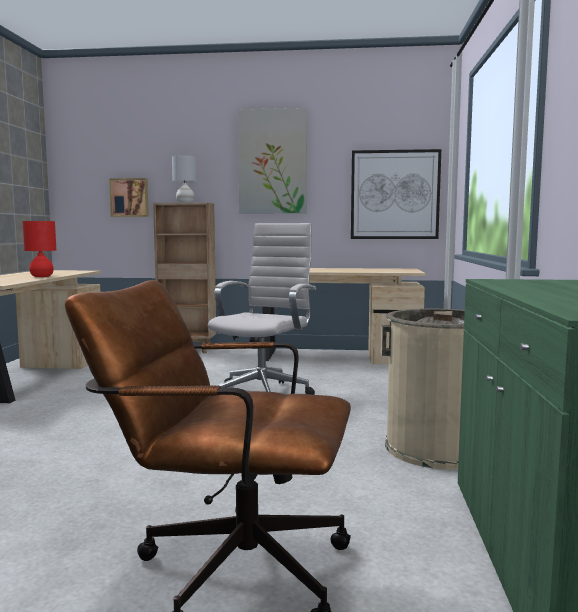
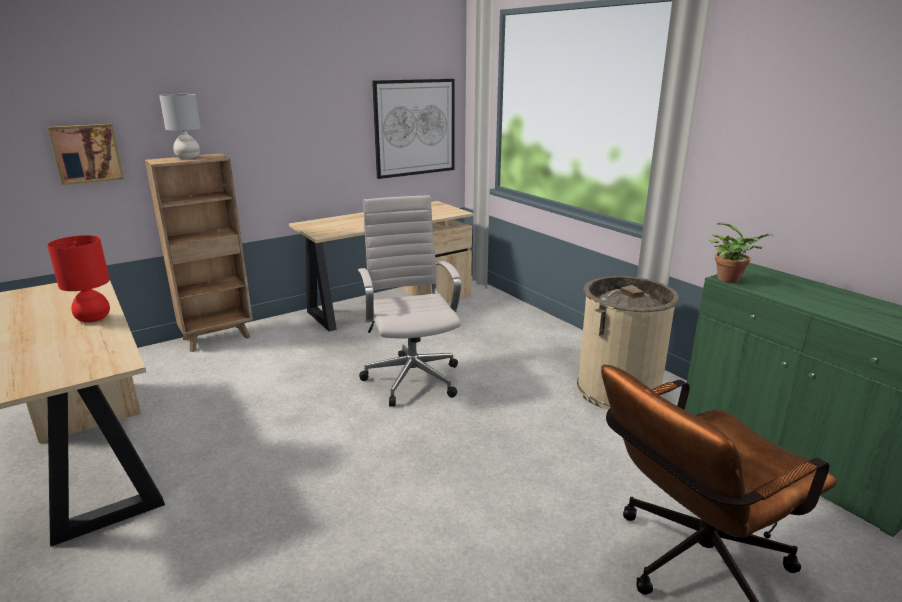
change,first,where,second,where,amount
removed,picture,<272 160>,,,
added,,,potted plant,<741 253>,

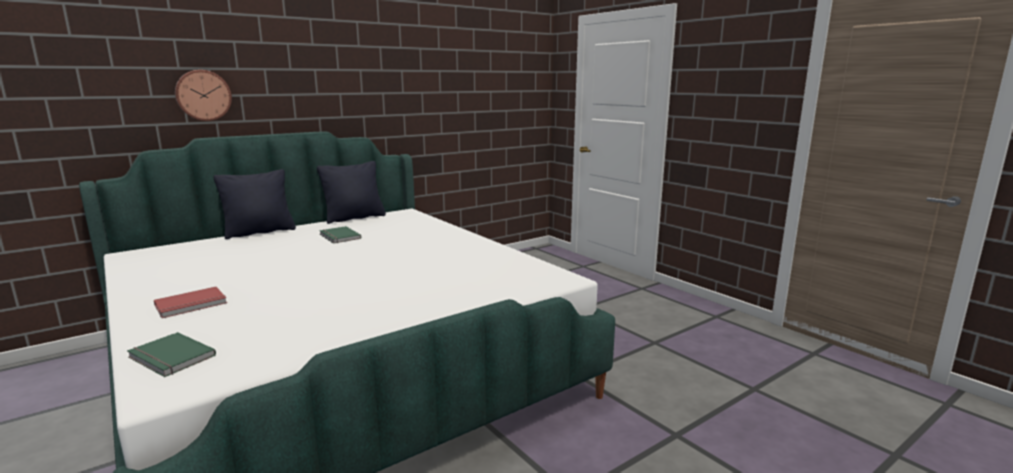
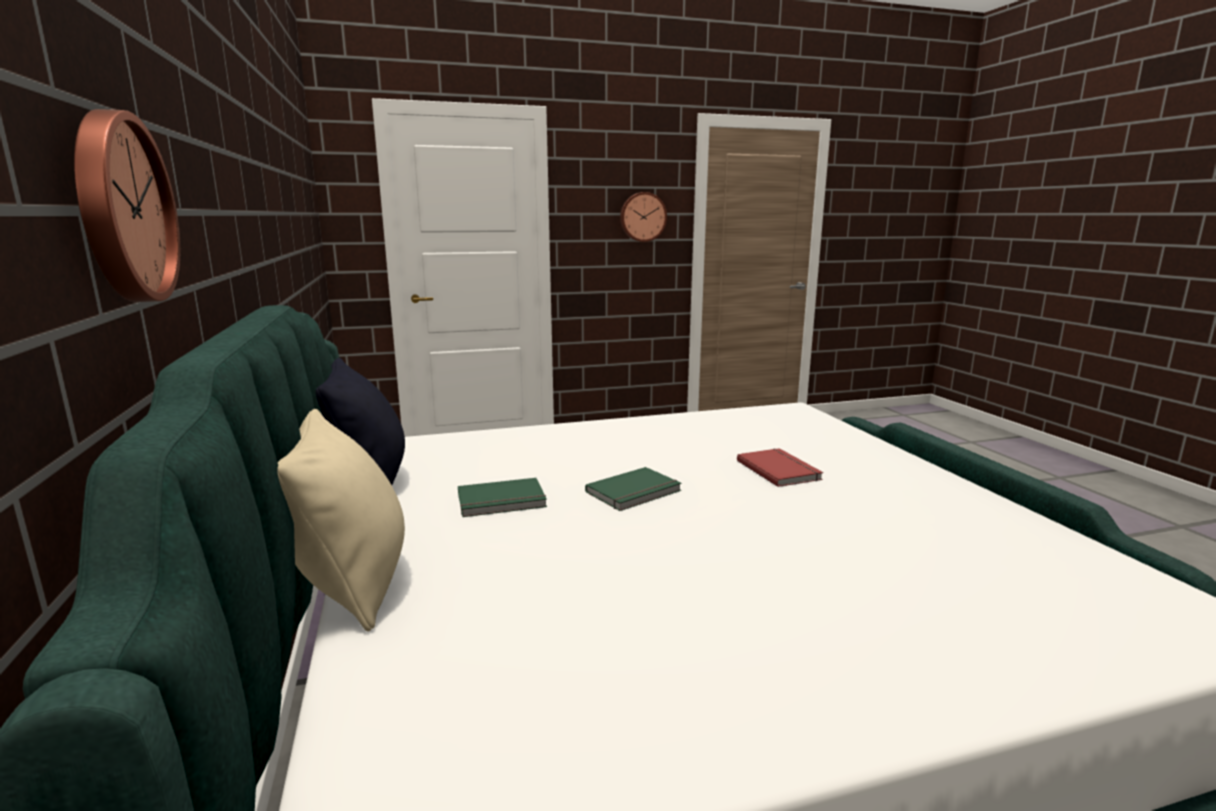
change,first,where,second,where,amount
moved,green-coloured book,<171 354>,,<633 489>,
moved,reddish book,<190 302>,,<780 467>,
recoloured,black pillow,<254 204>,beige pillow,<341 520>,
added,,,wall clock,<643 217>,

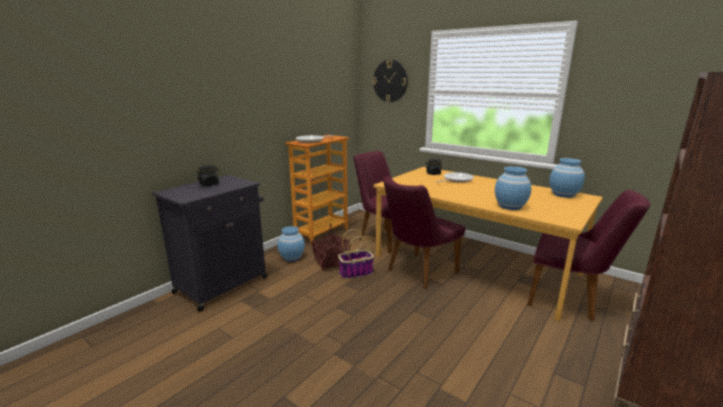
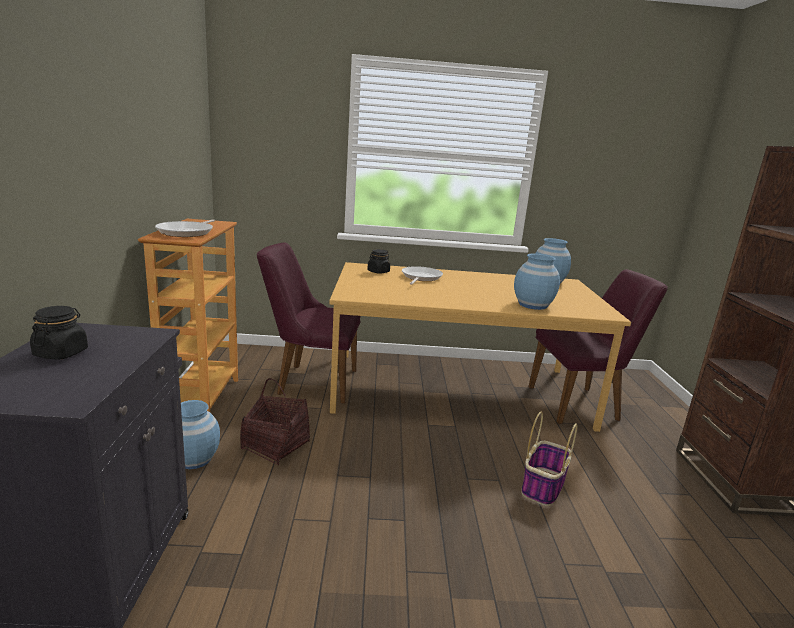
change,first,where,second,where,amount
moved,basket,<356 254>,,<549 459>,
removed,wall clock,<390 81>,,,
removed,purplish upright chair,<425 232>,,,

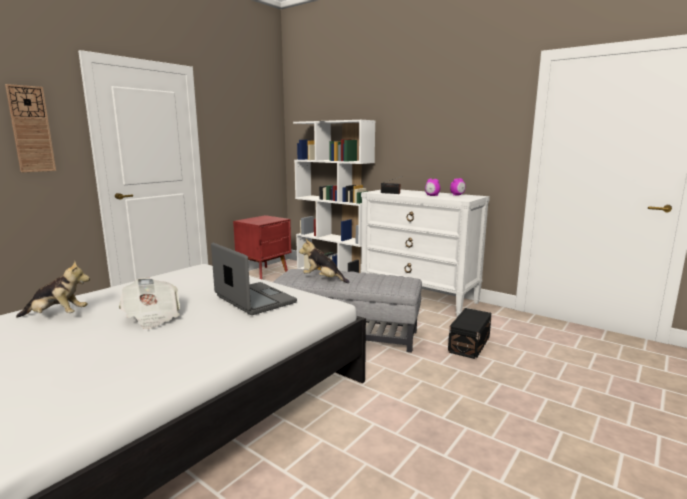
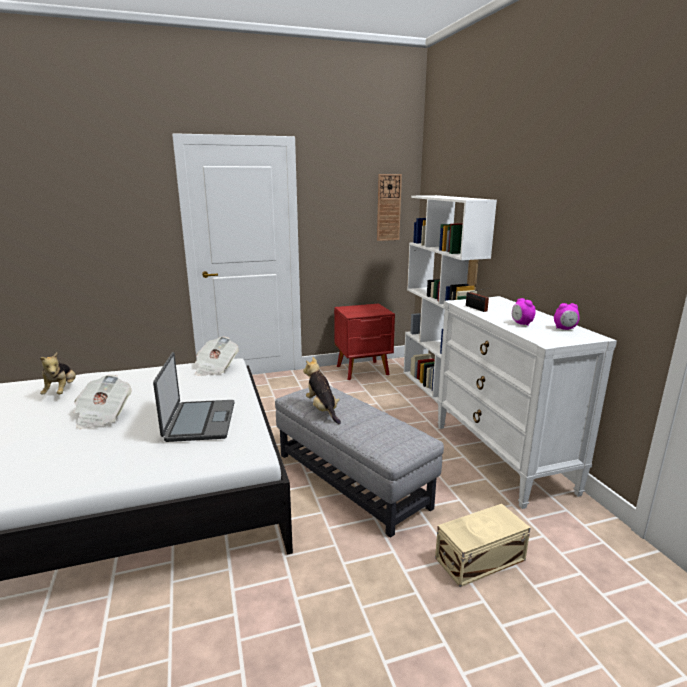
change,first,where,second,where,amount
moved,wall clock,<30 128>,,<389 207>,
turned,cuddly toy,<53 289>,,<58 373>,45 degrees clockwise
recoloured,black storage bin,<470 333>,beige storage bin,<482 545>,
added,,,daily paper,<217 356>,

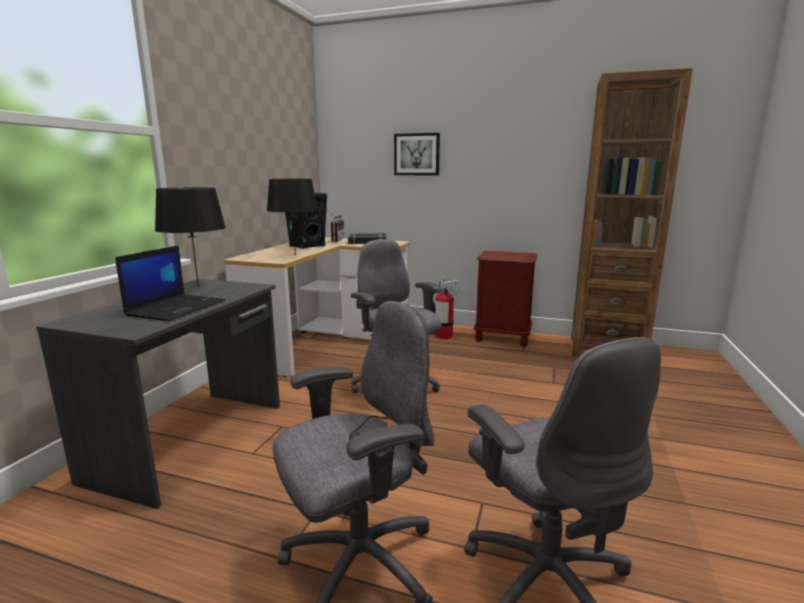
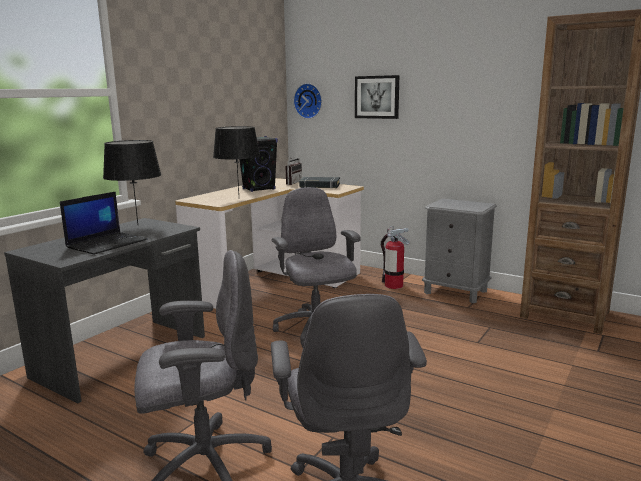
change,first,where,second,where,amount
recoloured,brown-coloured night table,<506 299>,gray night table,<459 251>,
added,,,wall clock,<307 101>,

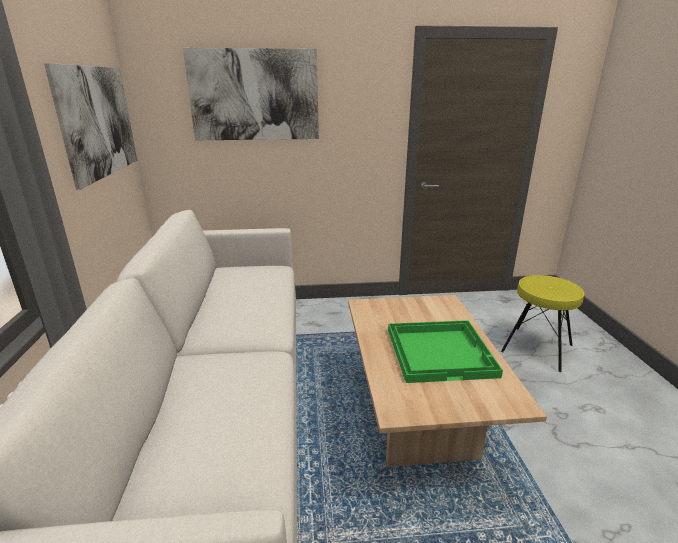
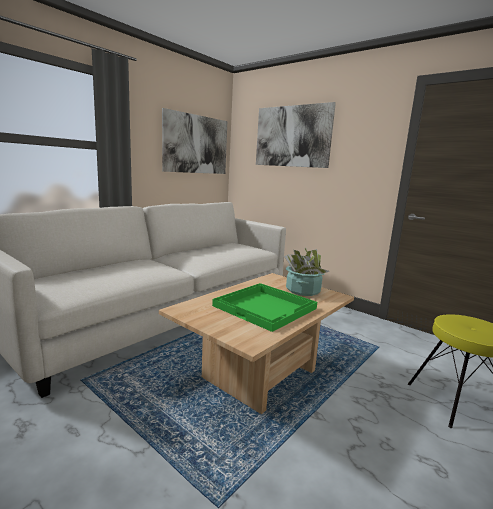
change,first,where,second,where,amount
added,,,potted plant,<306 271>,

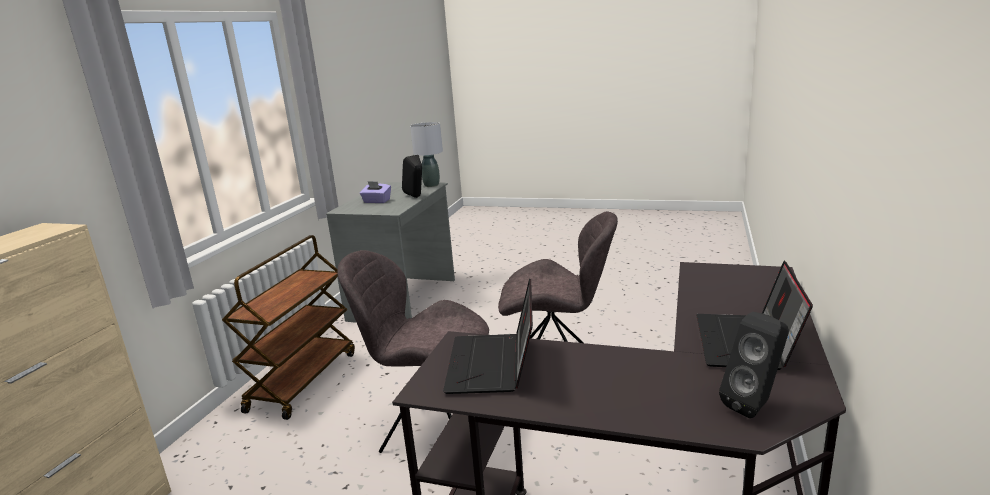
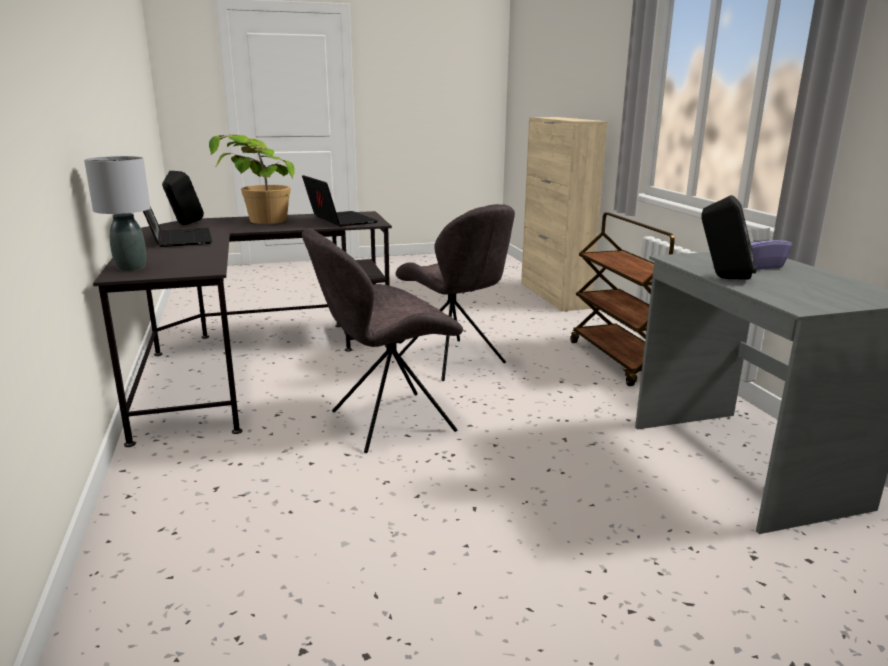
change,first,where,second,where,amount
turned,gray upright chair,<413 351>,,<455 292>,75 degrees clockwise
moved,gray tabletop lamp,<426 154>,,<117 213>,
added,,,potted plant,<251 179>,

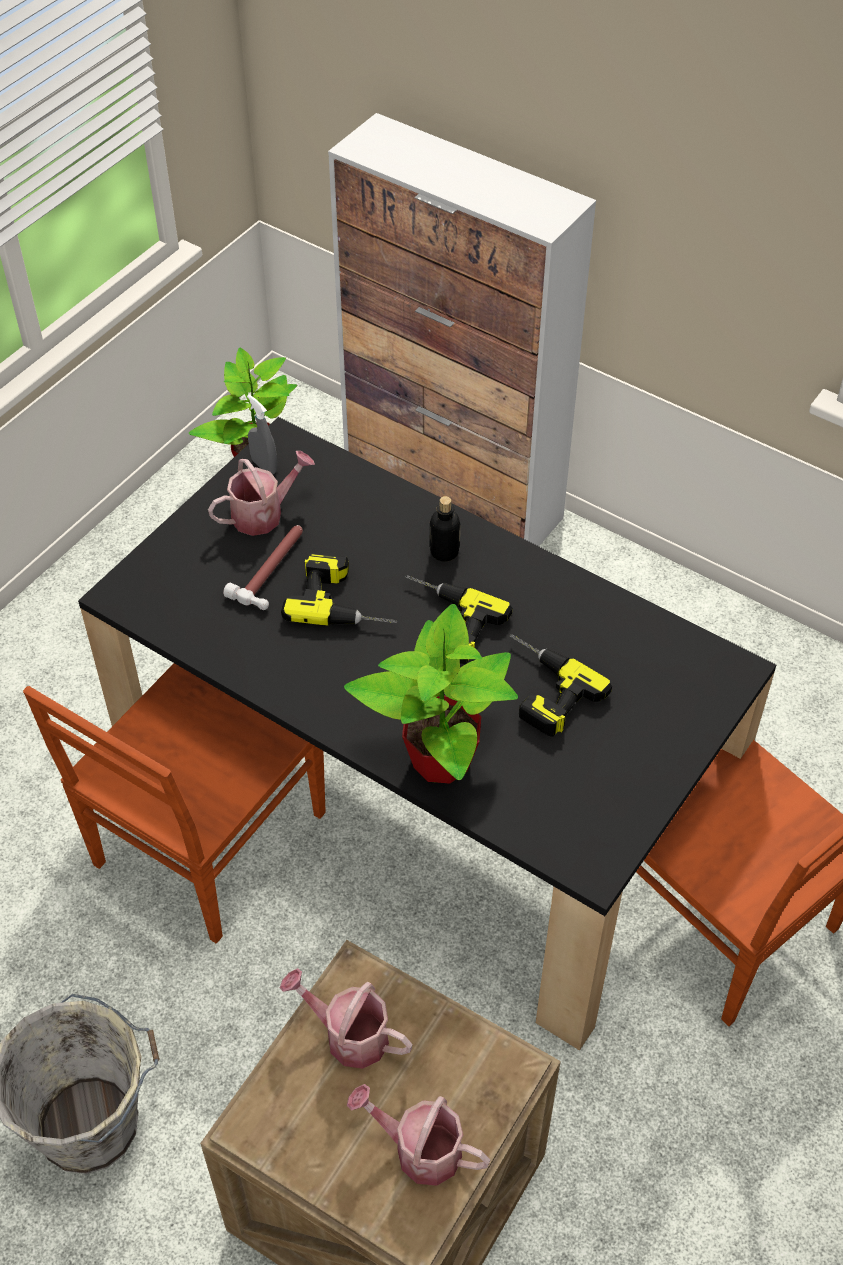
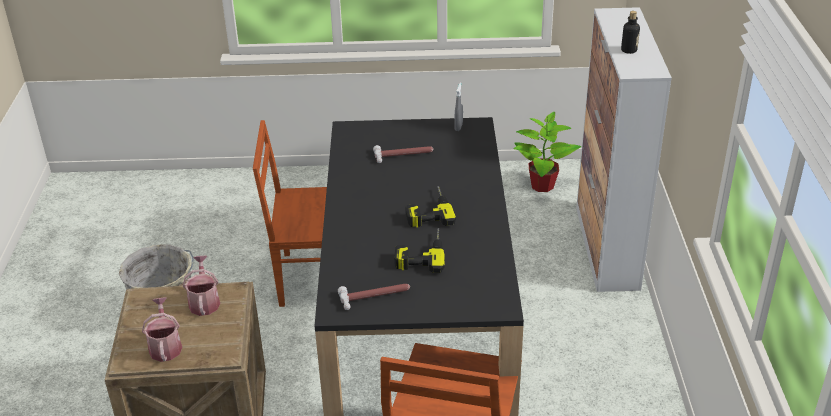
change,first,where,second,where,amount
removed,watering pot,<261 493>,,,
removed,power drill,<339 589>,,,
removed,potted plant,<431 694>,,,
moved,beverage bottle,<445 529>,,<630 32>,
added,,,hand hammer,<374 297>,

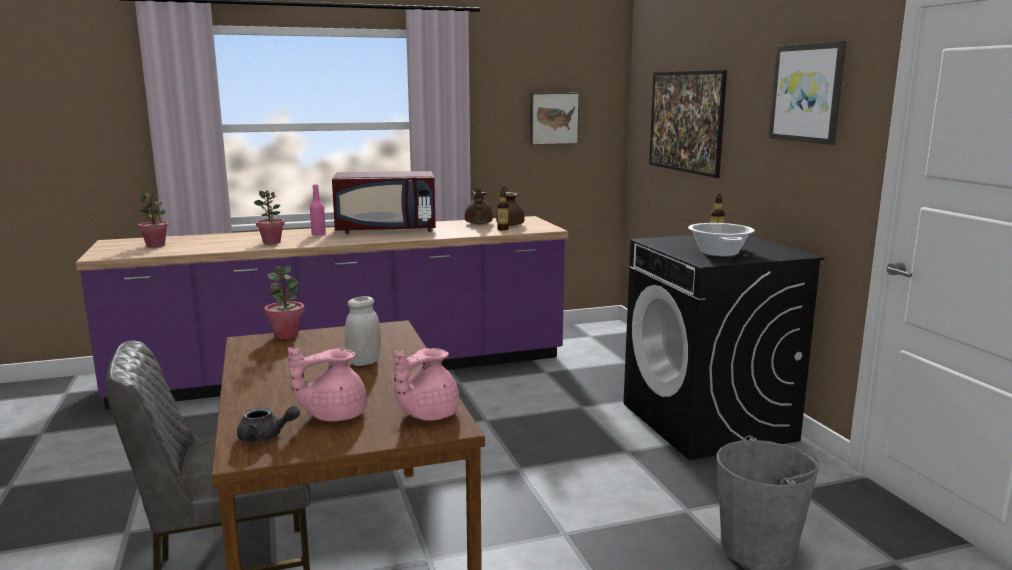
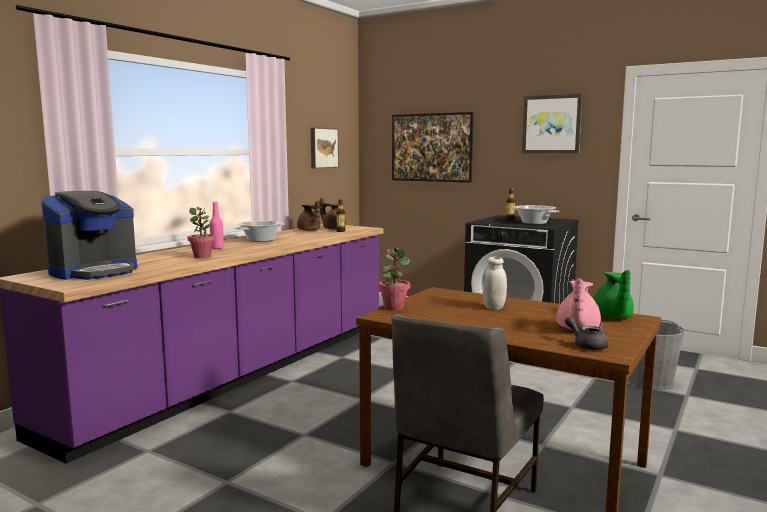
change,first,where,second,where,amount
replaced,potted plant,<153 220>,coffee machine,<89 235>,
turned,gray pot for tea,<268 424>,,<586 333>,90 degrees counterclockwise
replaced,reddish microwave,<384 202>,saucepot,<260 231>,
recoloured,pinkish pot for tea,<426 384>,green-coloured pot for tea,<613 294>,

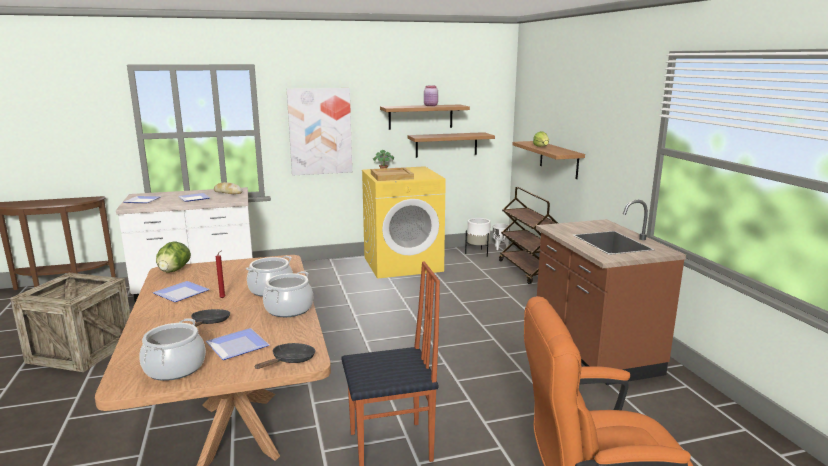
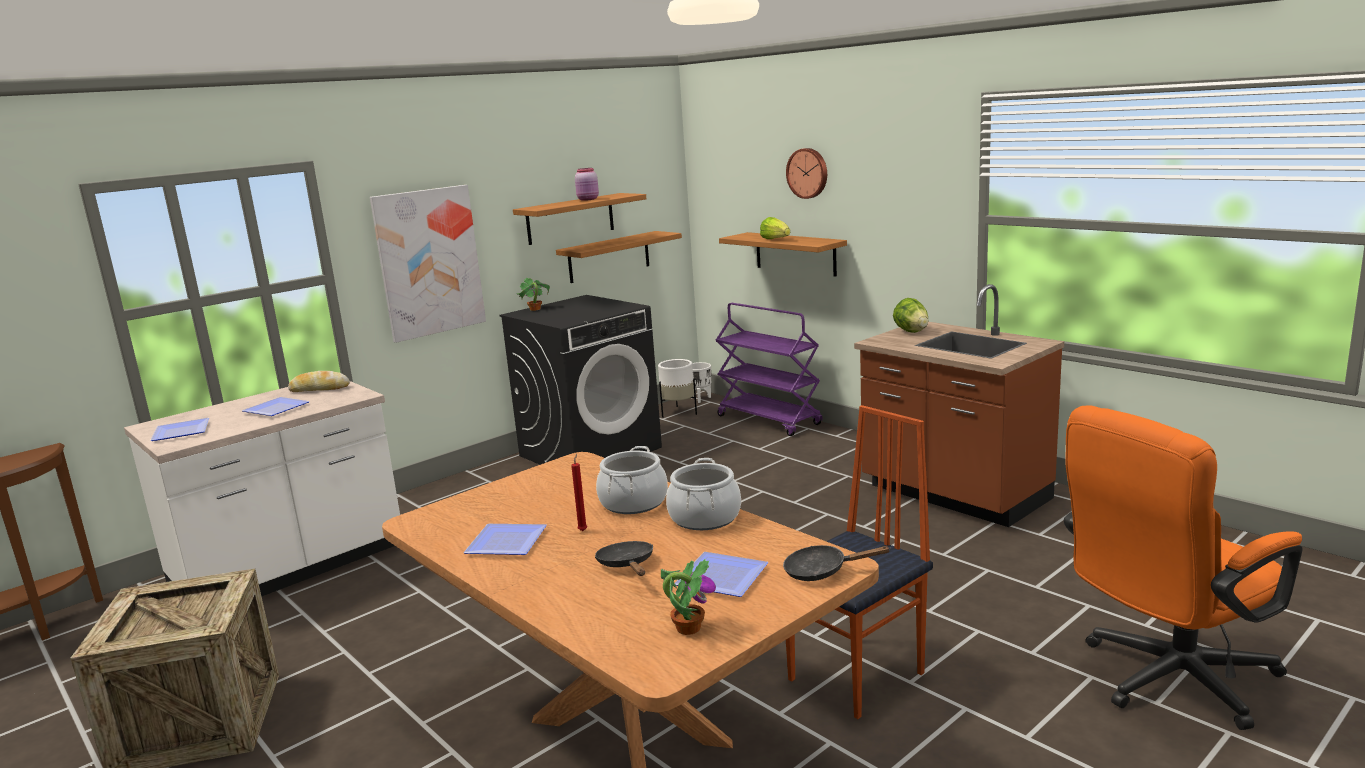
change,first,where,second,where,amount
replaced,saucepot,<172 349>,potted plant,<688 597>,
moved,lettuce head,<173 257>,,<910 315>,
turned,black pan,<285 356>,,<837 563>,90 degrees counterclockwise
recoloured,yellow-coloured laundry machine,<404 222>,black laundry machine,<580 380>,
removed,beige serving tray,<392 174>,,,
recoloured,brown-coloured cart,<528 235>,purplish cart,<768 369>,
added,,,wall clock,<806 173>,

